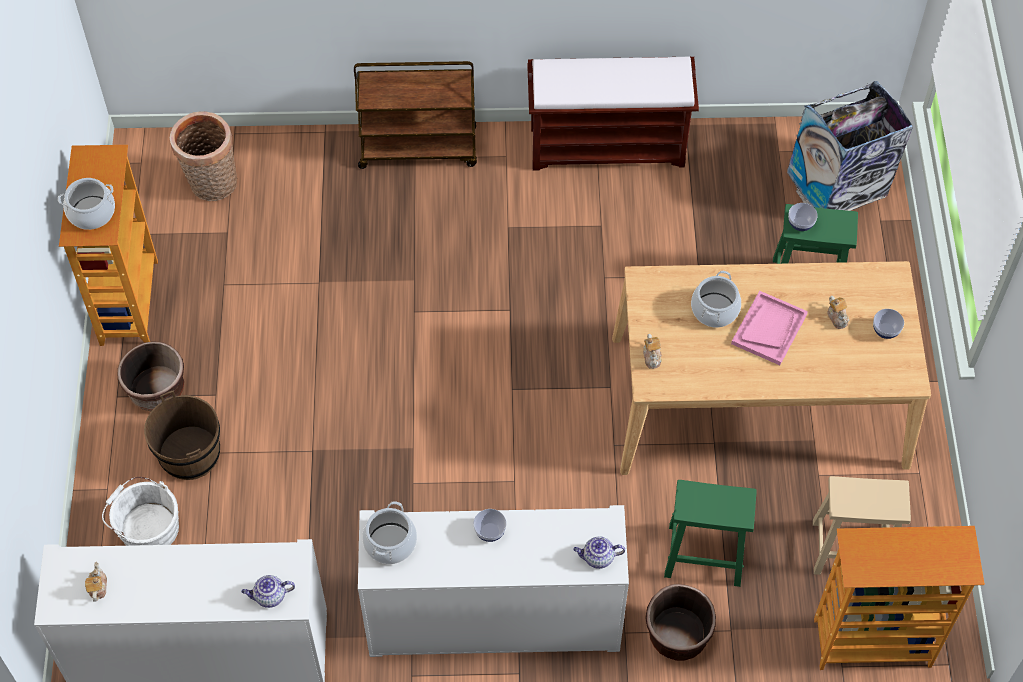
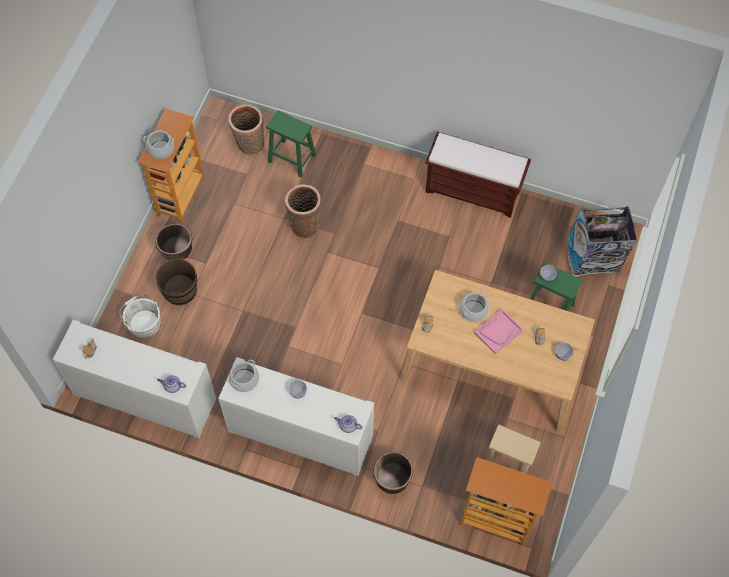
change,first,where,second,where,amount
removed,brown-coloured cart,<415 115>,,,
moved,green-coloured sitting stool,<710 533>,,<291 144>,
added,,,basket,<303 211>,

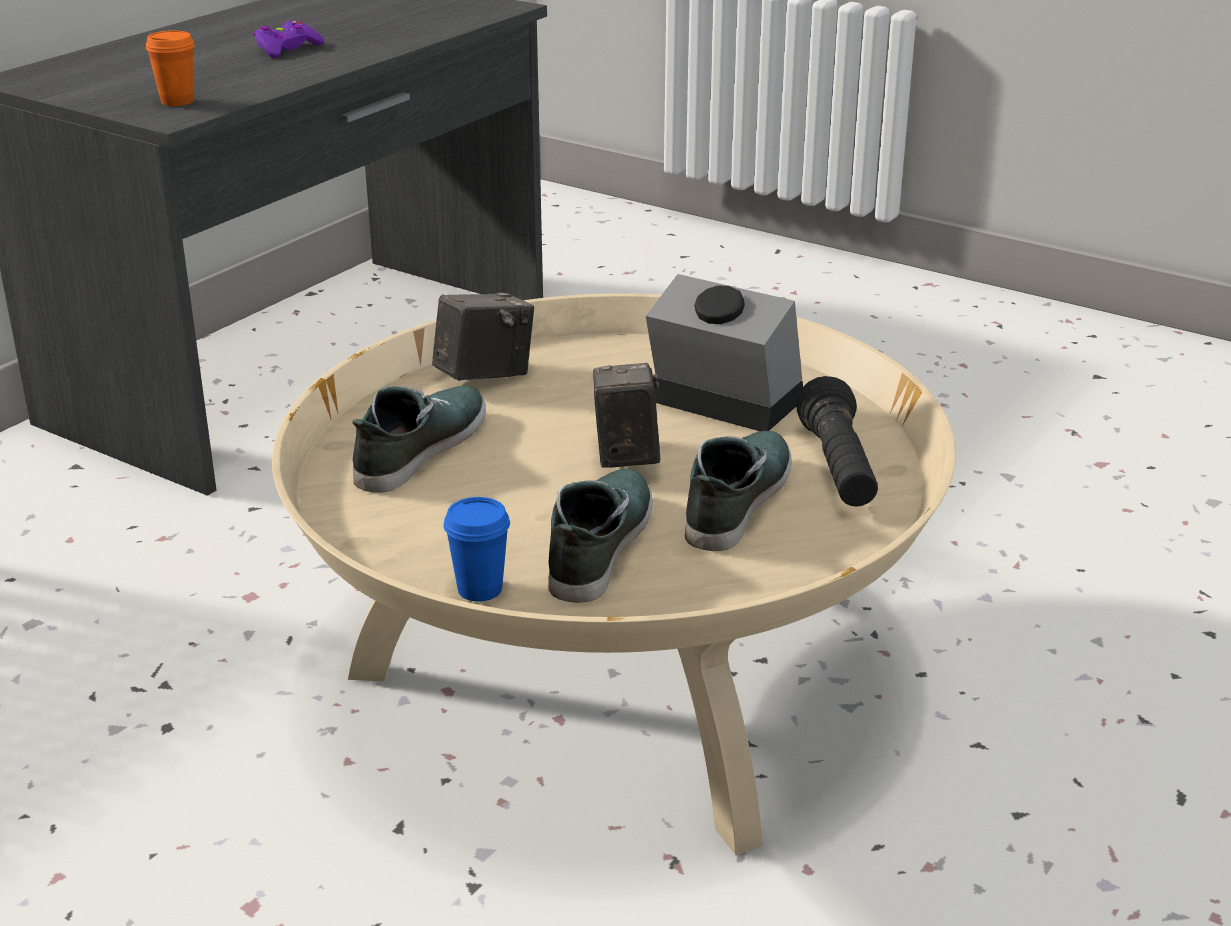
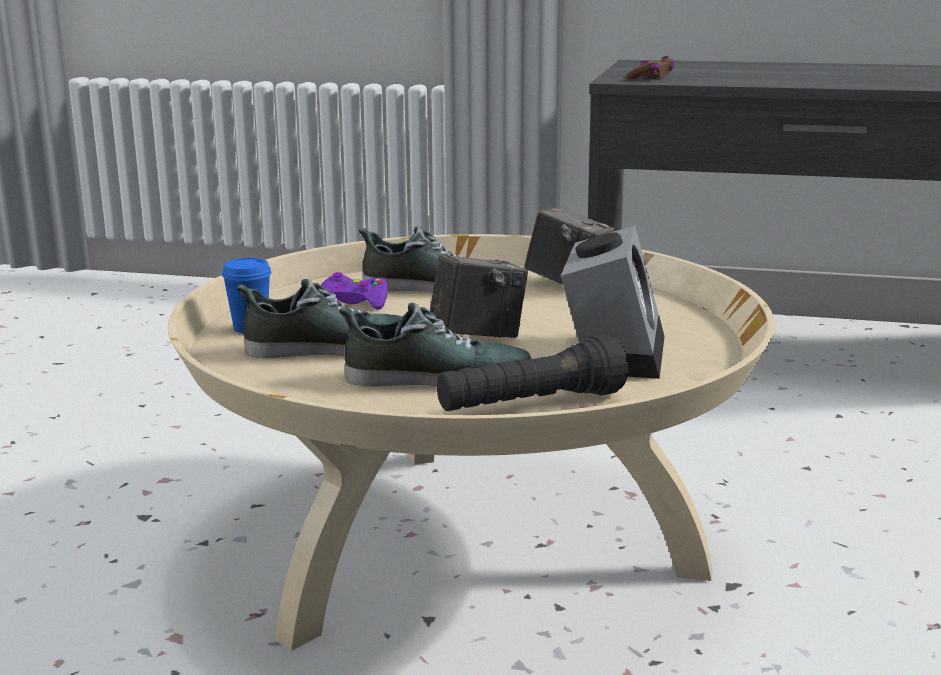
change,first,where,second,where,amount
replaced,orange small cup,<170 68>,brown-coloured gamepad,<650 68>,
moved,purplish gamepad,<289 39>,,<354 291>,

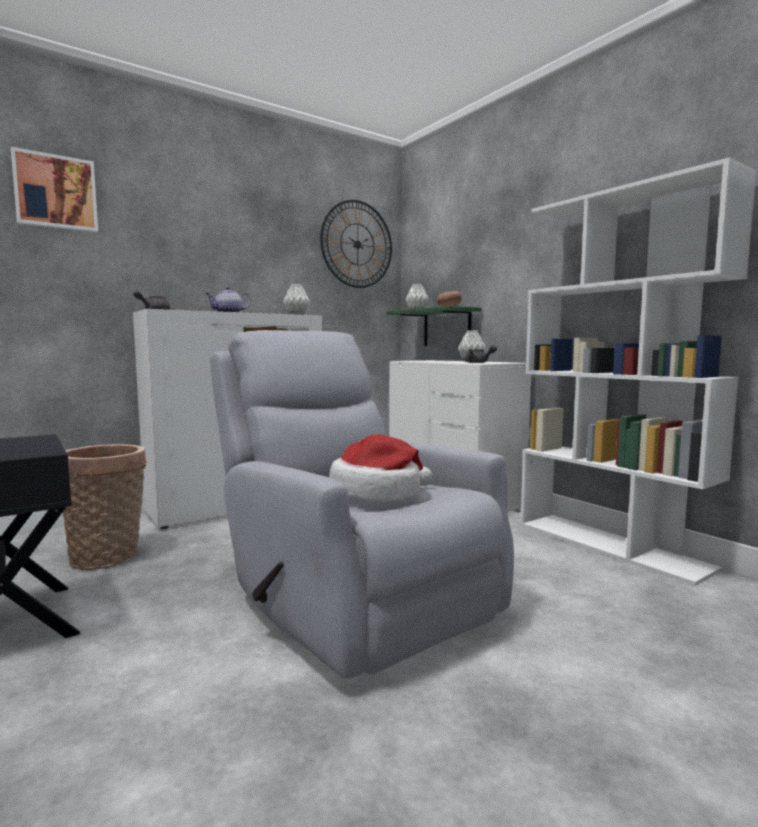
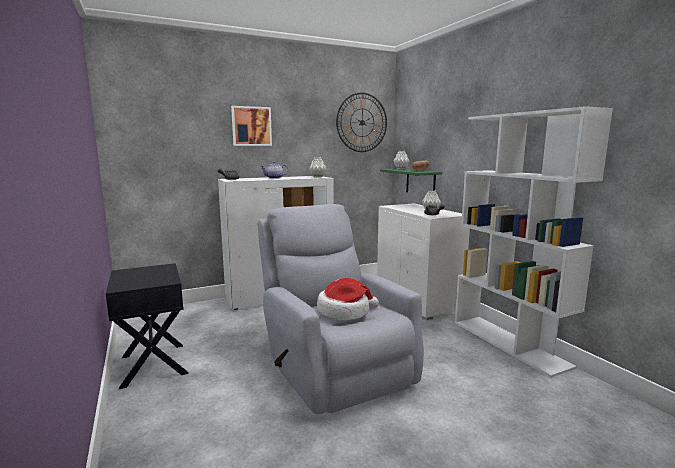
change,first,where,second,where,amount
moved,picture,<54 190>,,<251 126>,
removed,basket,<105 507>,,,

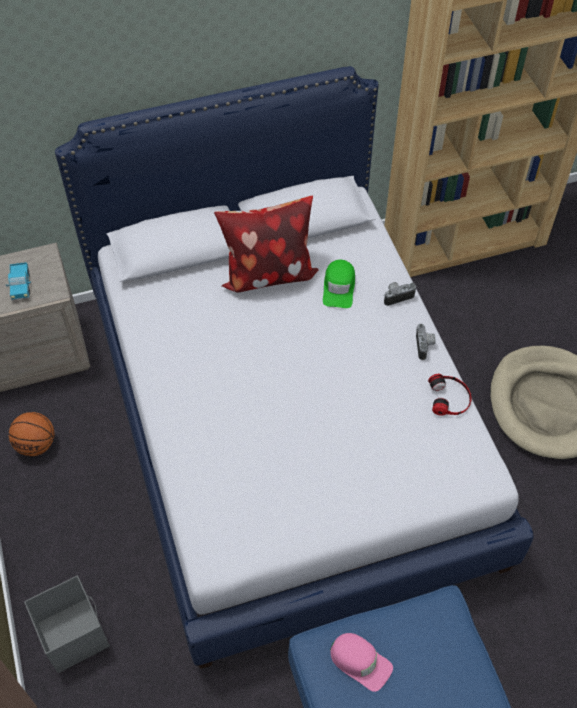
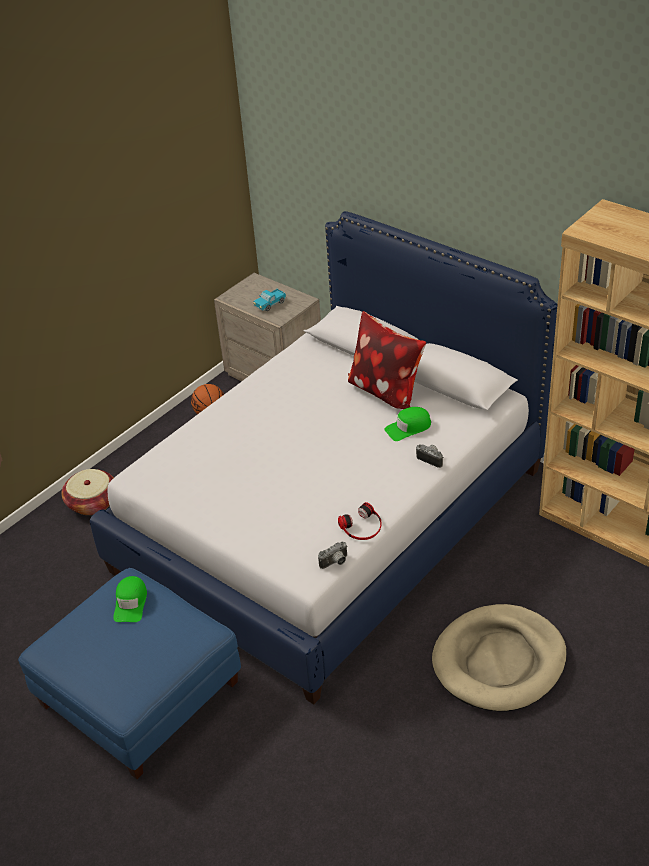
change,first,where,second,where,amount
replaced,gray storage bin,<67 624>,basket,<88 492>,
recoloured,pinkish baseball cap,<361 662>,green-coloured baseball cap,<130 599>,
moved,still camera,<425 341>,,<333 555>,

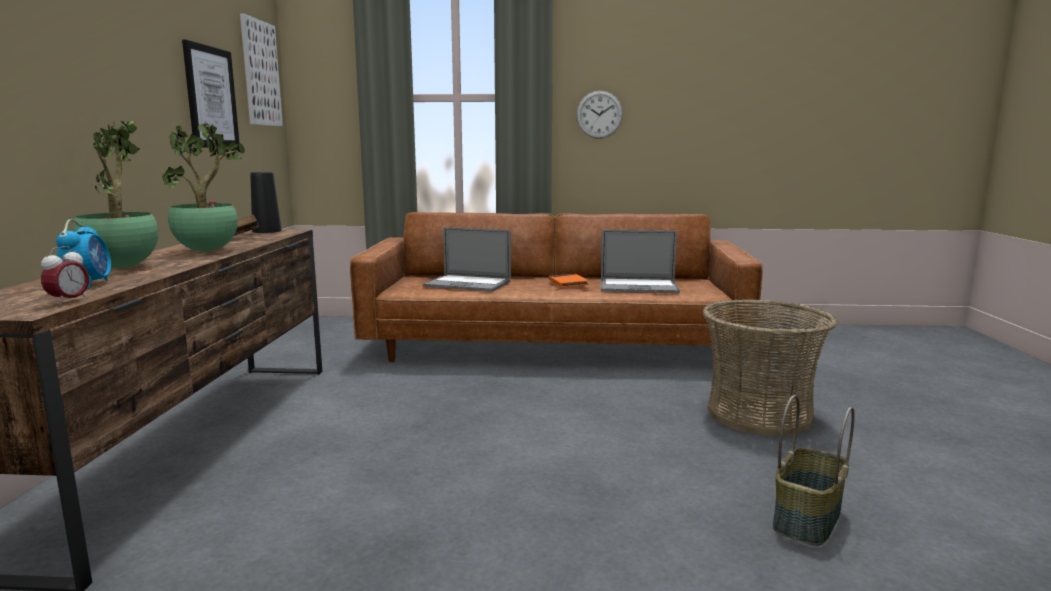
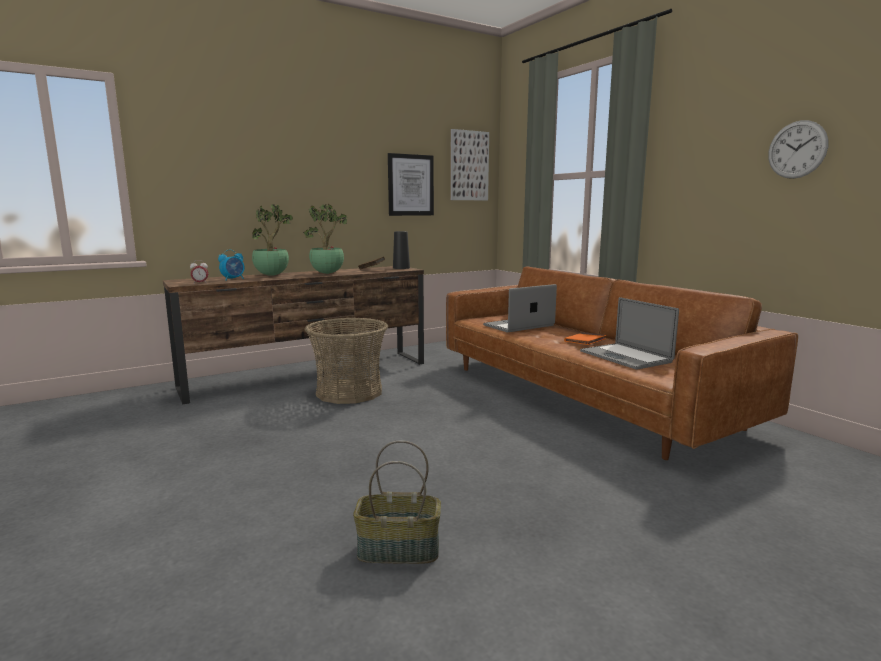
change,first,where,second,where,amount
turned,laptop,<467 259>,,<520 308>,75 degrees clockwise
moved,wall clock,<599 115>,,<798 149>,
moved,basket,<769 367>,,<346 361>,

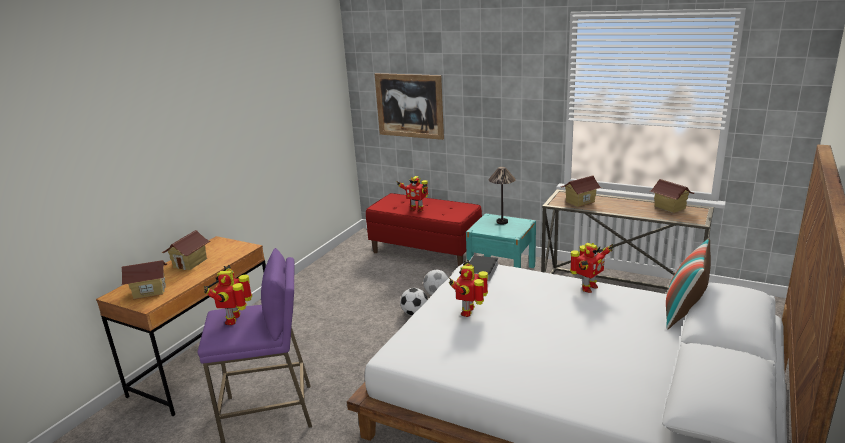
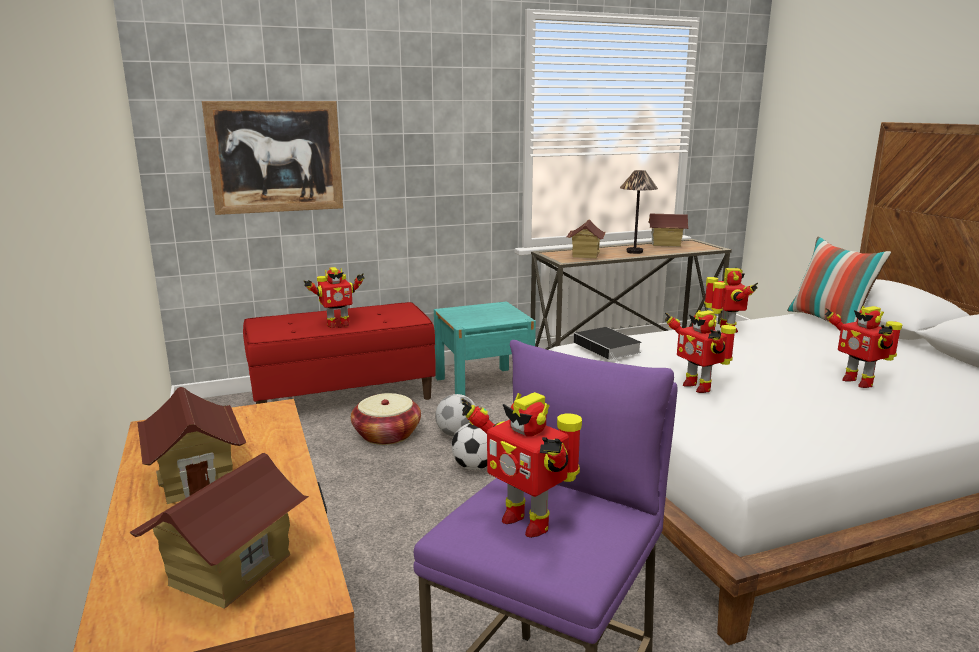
change,first,where,second,where,amount
moved,tabletop lamp,<502 196>,,<639 212>,
added,,,basket,<386 419>,
added,,,model robot,<863 347>,

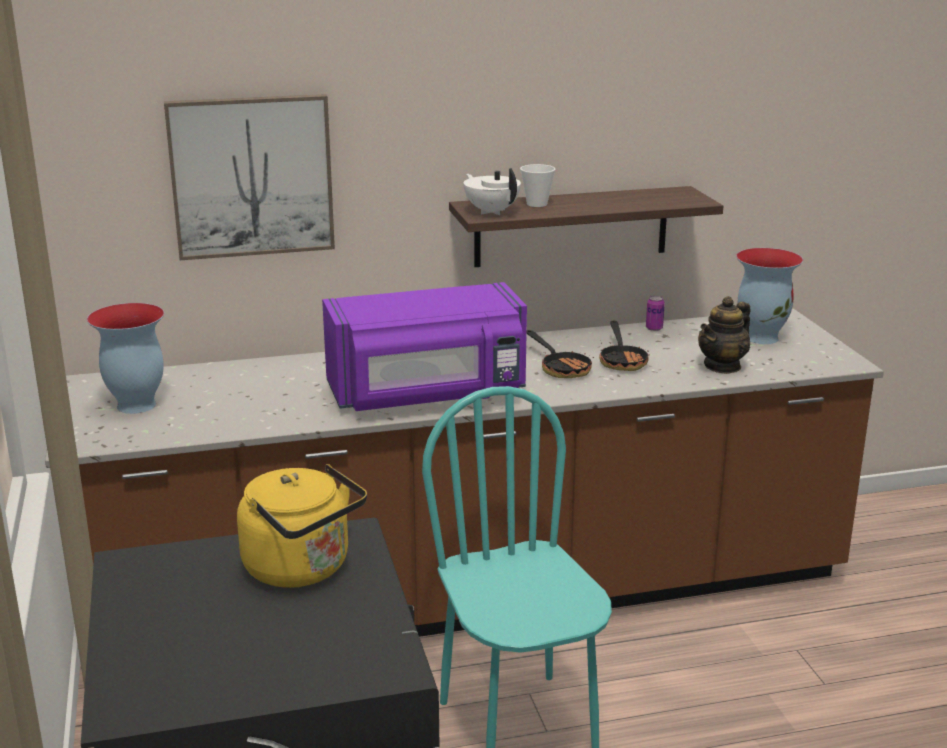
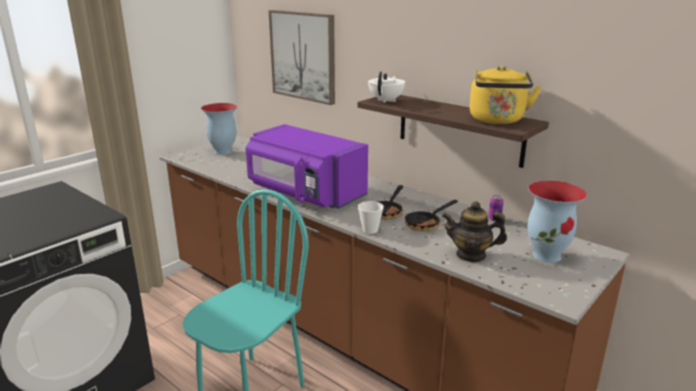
change,first,where,second,where,amount
moved,yellow-coloured kettle,<302 526>,,<505 95>,
moved,small cup,<538 185>,,<371 217>,

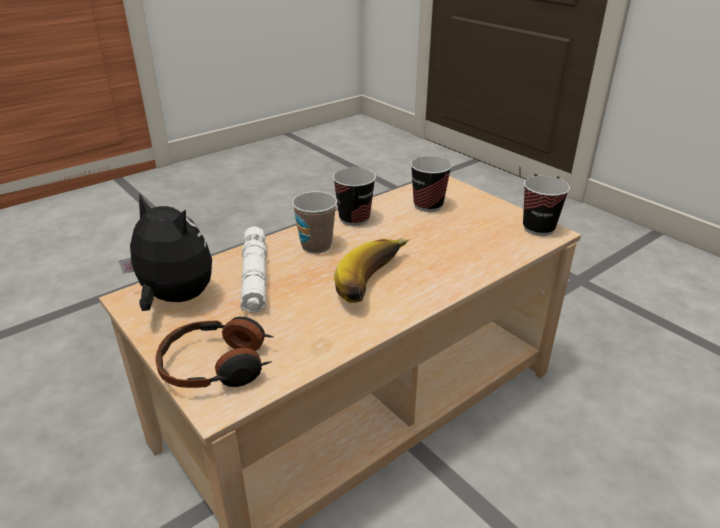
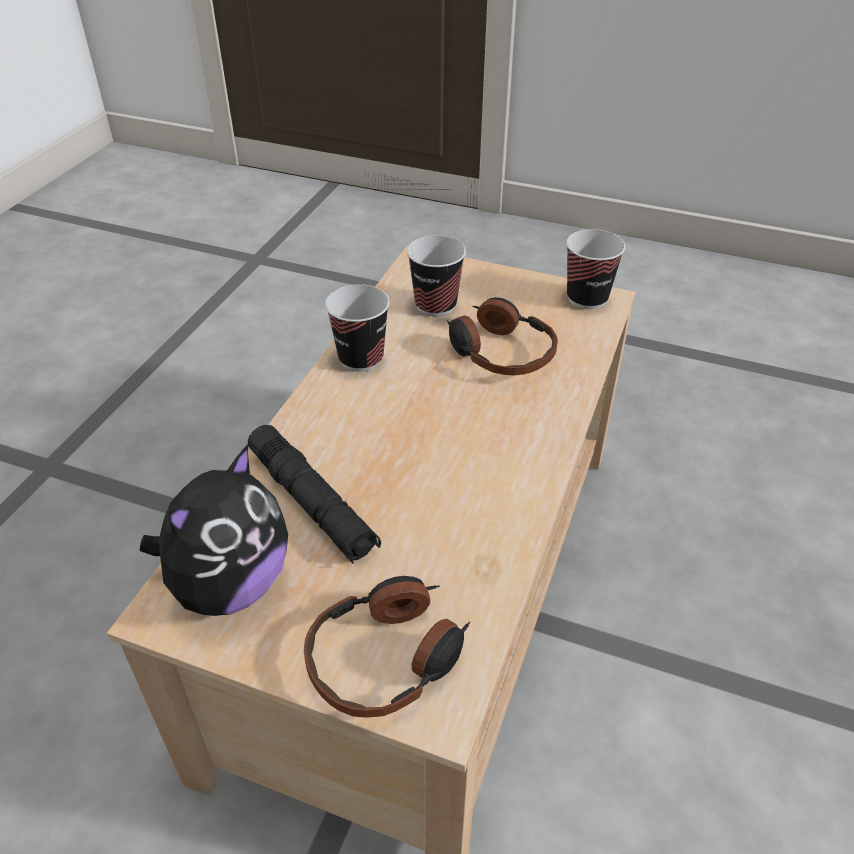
change,first,where,second,where,amount
turned,cuddly toy,<165 252>,,<214 530>,120 degrees clockwise
recoloured,white flashlight,<253 270>,black flashlight,<314 494>,
removed,small cup,<314 222>,,,
removed,whole banana,<371 270>,,,
added,,,headset,<502 336>,

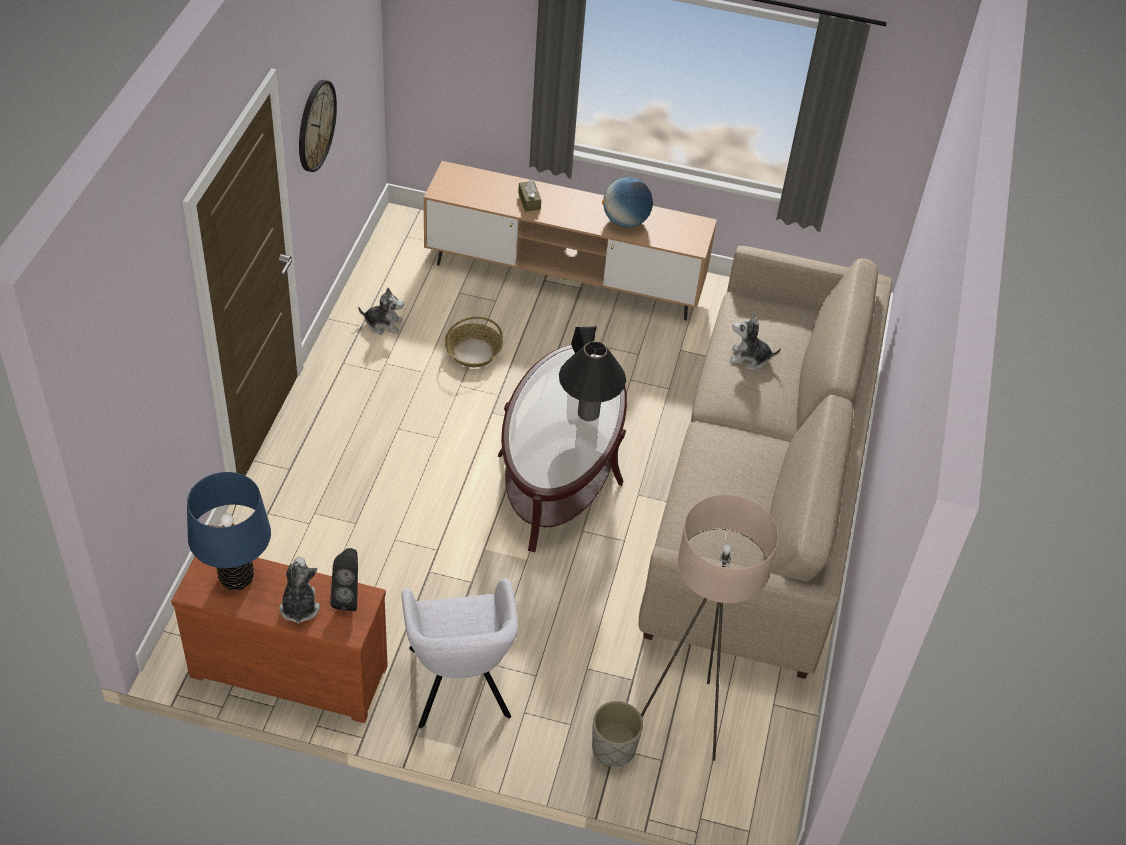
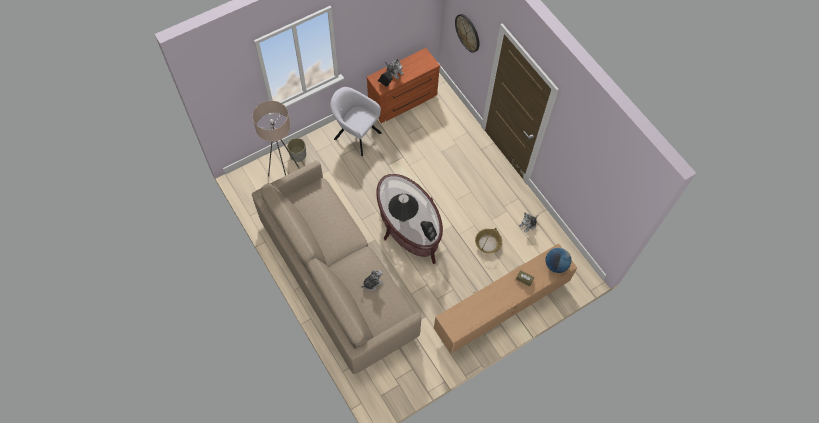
change,first,where,second,where,amount
removed,bluish tabletop lamp,<229 531>,,,
moved,wall clock,<318 126>,,<467 33>,
moved,world globe,<627 202>,,<558 260>,

